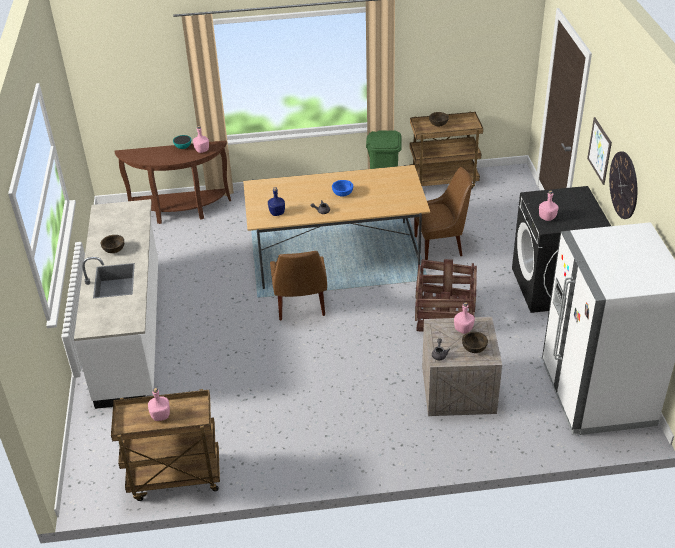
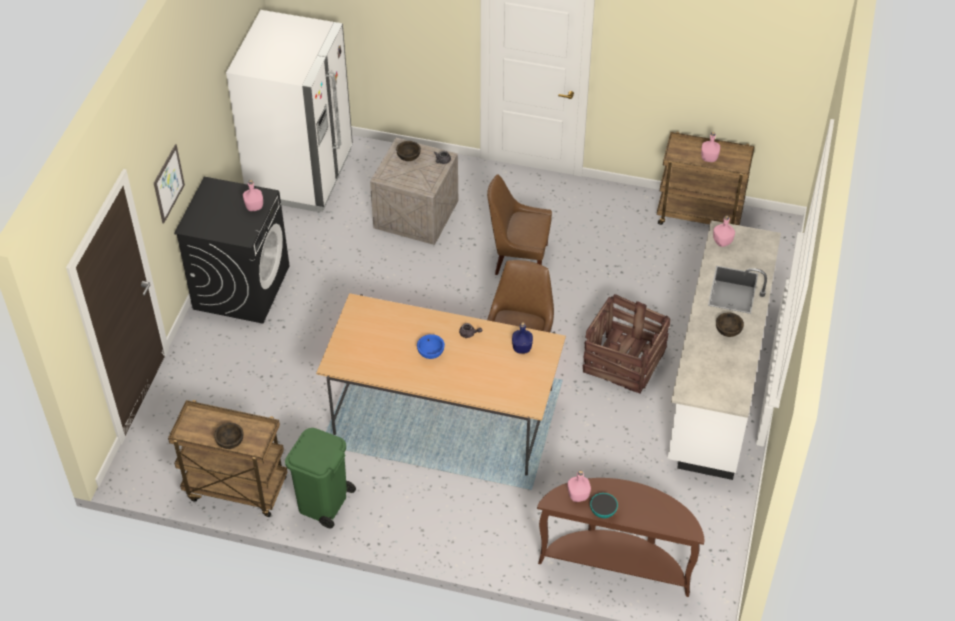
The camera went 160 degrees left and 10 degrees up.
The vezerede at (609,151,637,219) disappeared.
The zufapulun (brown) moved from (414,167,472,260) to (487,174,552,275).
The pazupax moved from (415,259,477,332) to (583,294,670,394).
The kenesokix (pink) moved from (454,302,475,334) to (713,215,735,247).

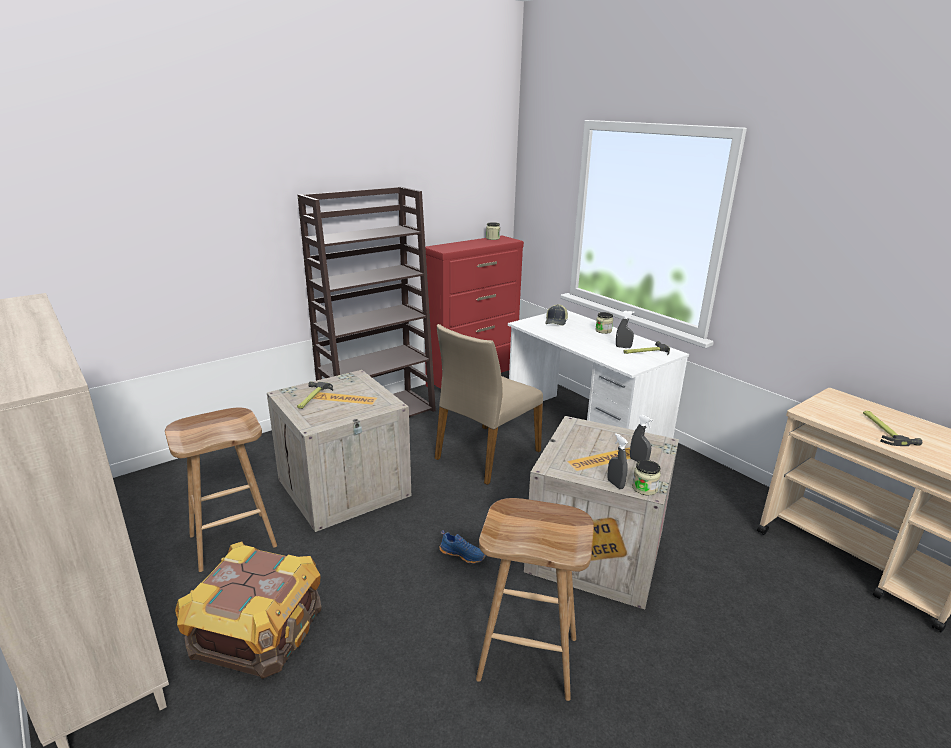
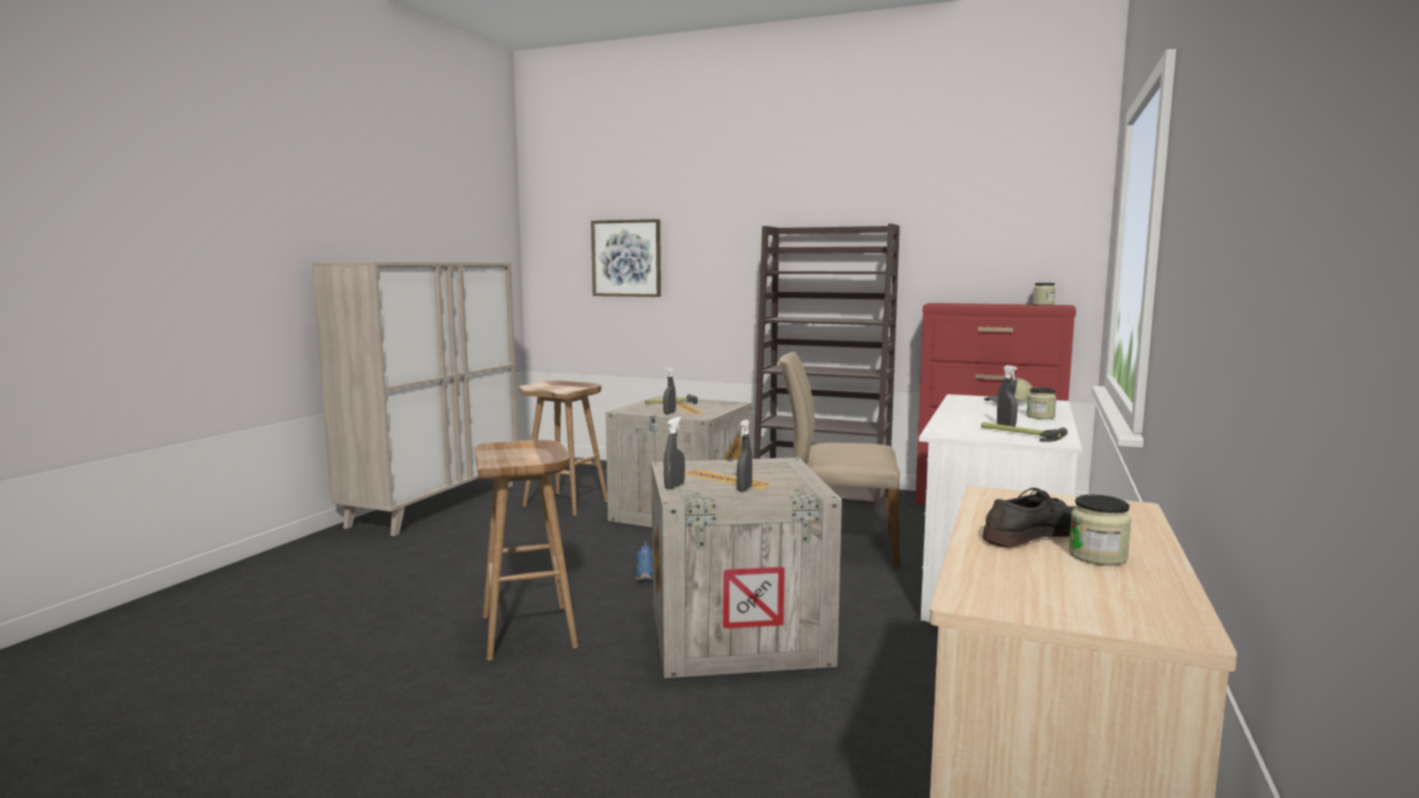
The camera went 60 degrees right and 15 degrees down.
The pazupax at (175,541,321,679) disappeared.
The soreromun at (591,219,661,297) appeared.
The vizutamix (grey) at (663,367,676,414) appeared.
The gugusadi moved from (632,460,661,495) to (1068,494,1132,565).
The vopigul at (863,411,922,446) was replaced by the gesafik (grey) at (982,488,1077,548).

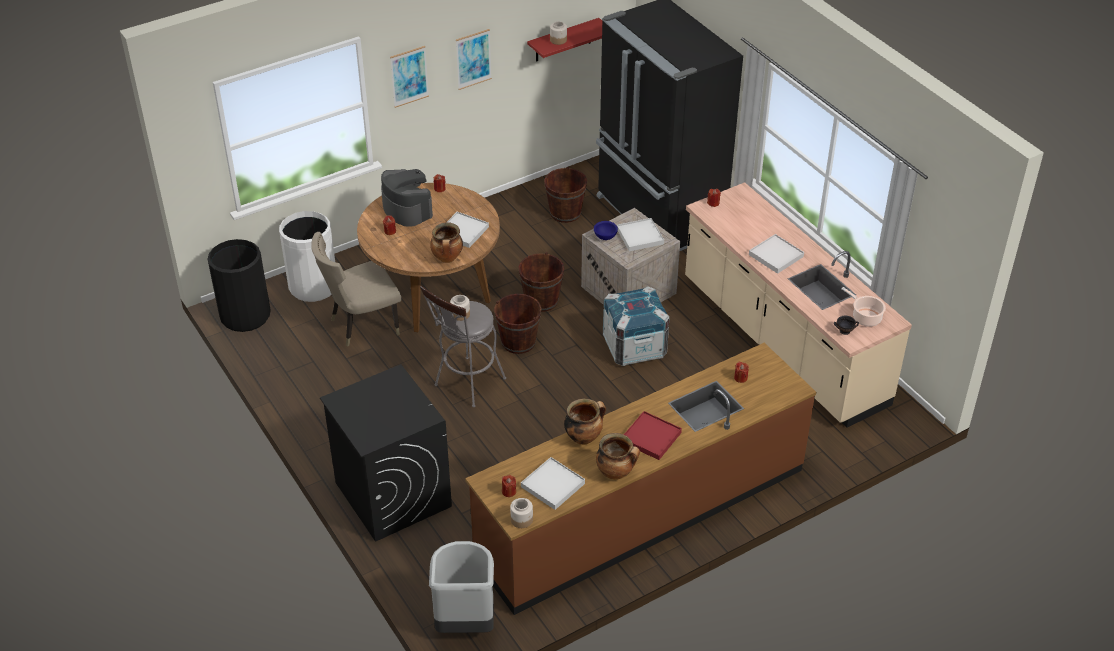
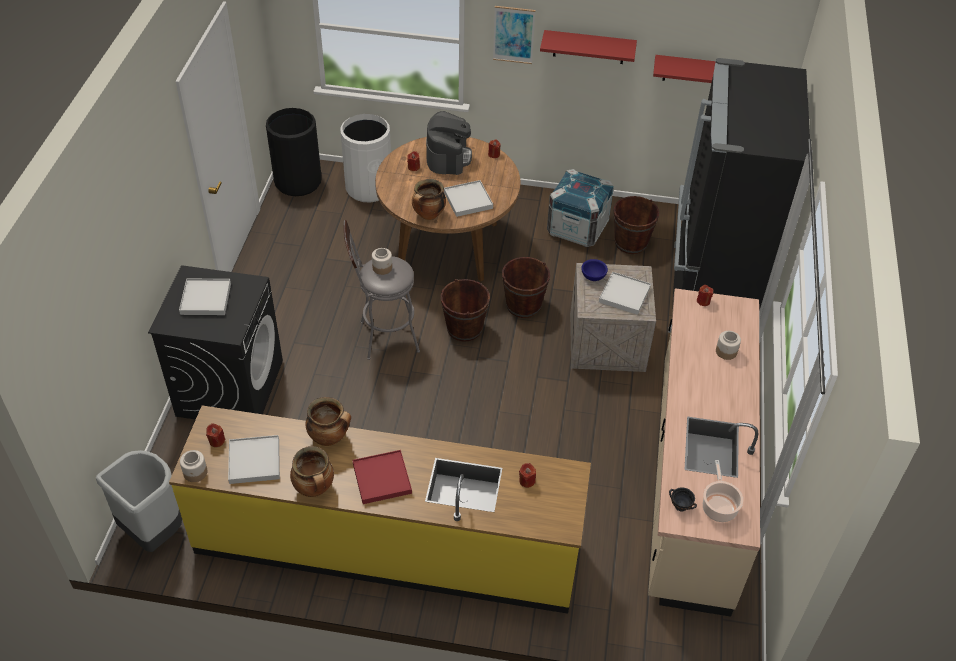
The camera went 40 degrees right and 5 degrees up.
The zufapulun (beige) at (311,232,401,347) disappeared.
The gugusadi moved from (550,21,567,45) to (716,331,741,360).
The pazupax moved from (603,286,669,366) to (547,169,614,247).
The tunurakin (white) moved from (749,234,804,274) to (179,279,231,315).
The soreromun at (456,29,492,90) was replaced by the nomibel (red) at (540,30,637,64).
The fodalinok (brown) at (465,343,816,615) became the fodalinok (yellow) at (169,406,591,614).

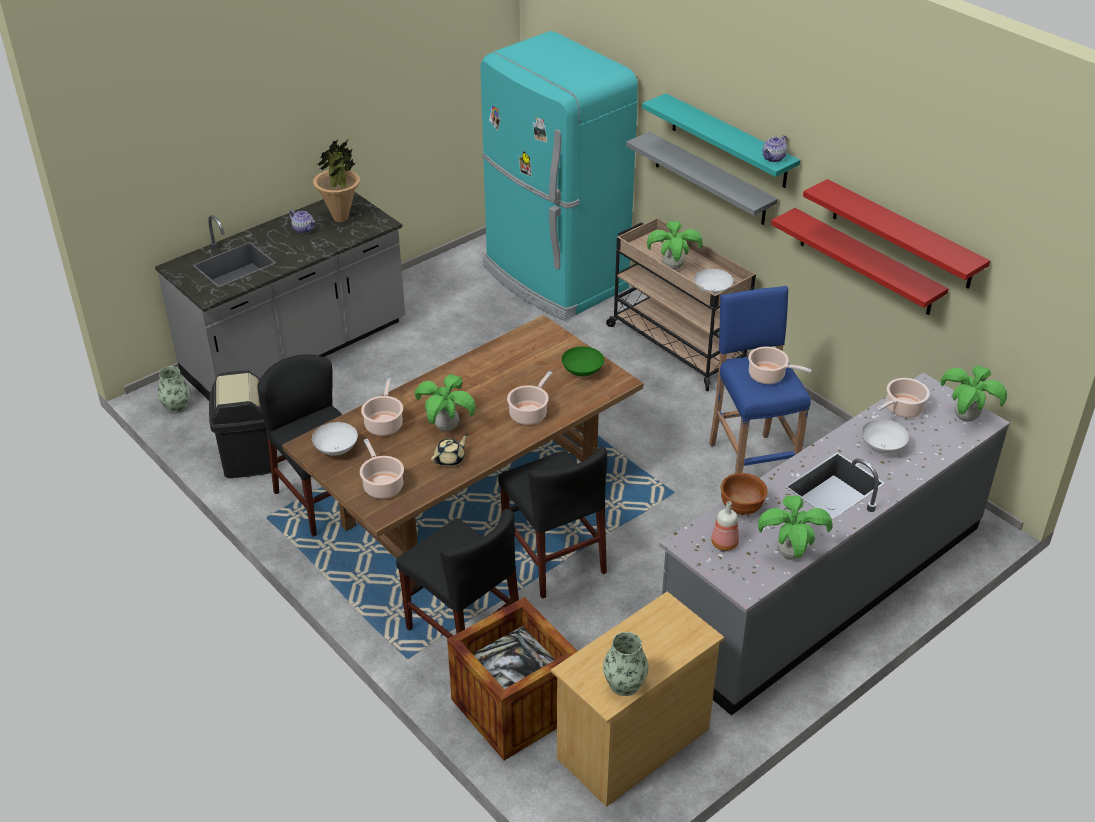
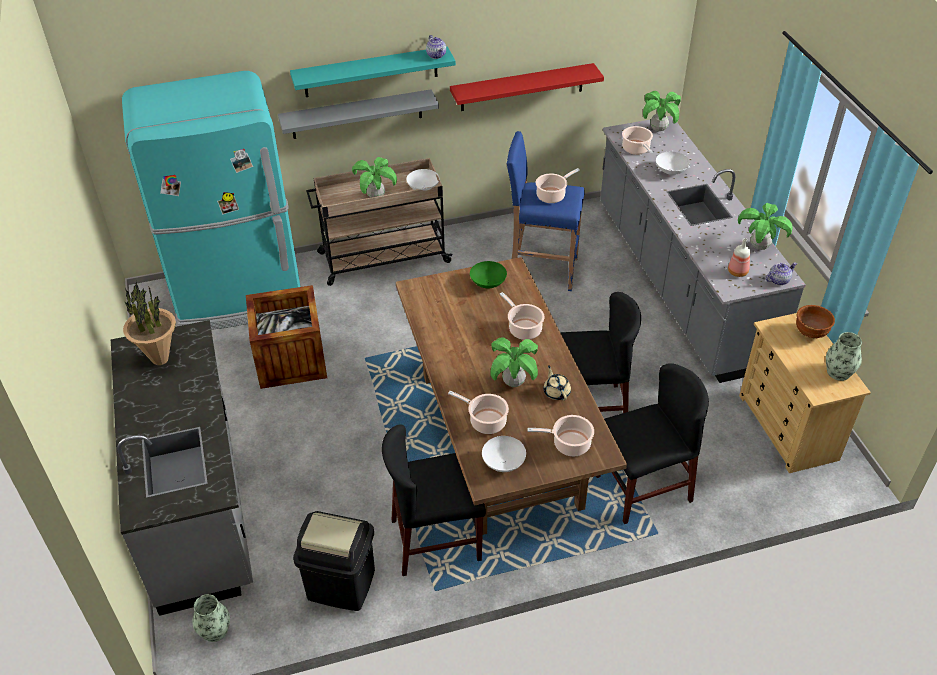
The camera went 65 degrees left and 5 degrees up.
The nomibel (red) at (803,179,990,289) disappeared.
The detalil moved from (289,210,315,234) to (766,262,797,285).
The pazupax moved from (447,597,578,761) to (246,285,327,389).
The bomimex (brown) moved from (721,473,768,515) to (796,305,835,338).

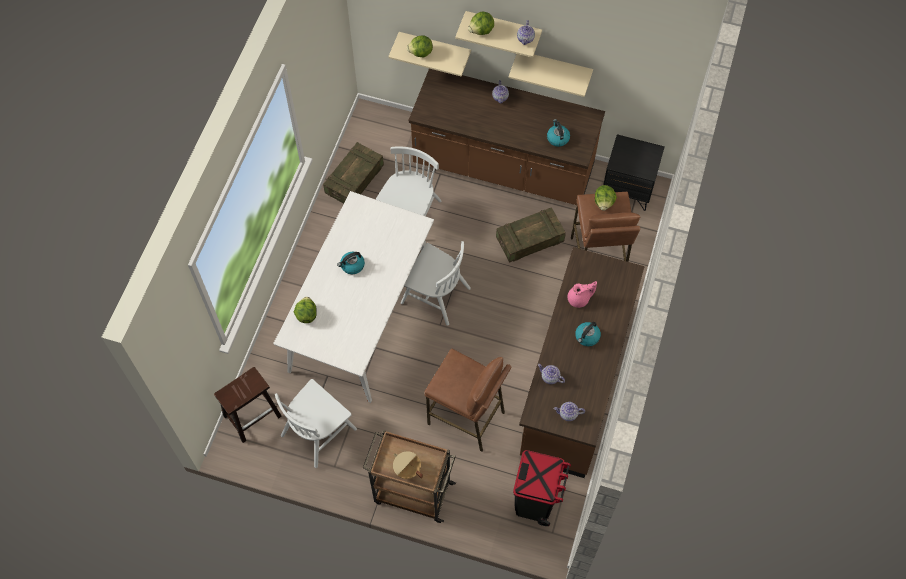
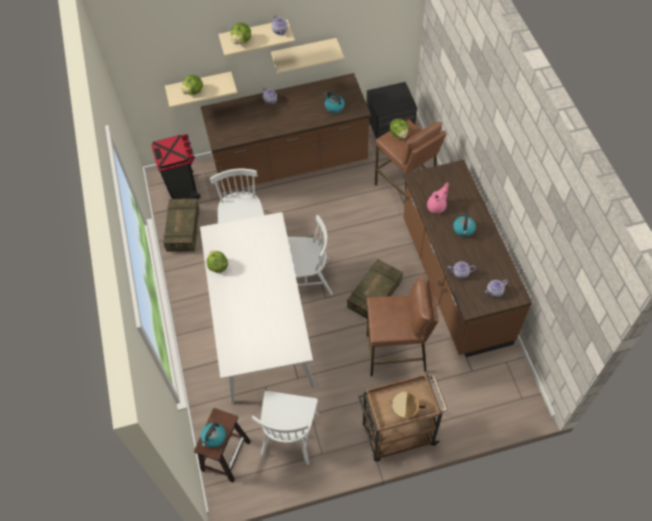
The camera went 30 degrees left and 5 degrees down.
The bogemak moved from (294,297,317,323) to (207,251,228,273).
The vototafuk moved from (337,252,365,274) to (201,423,226,448).
The pazupax moved from (496,207,566,263) to (347,259,403,319).
The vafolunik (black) moved from (513,450,571,526) to (151,134,201,200).

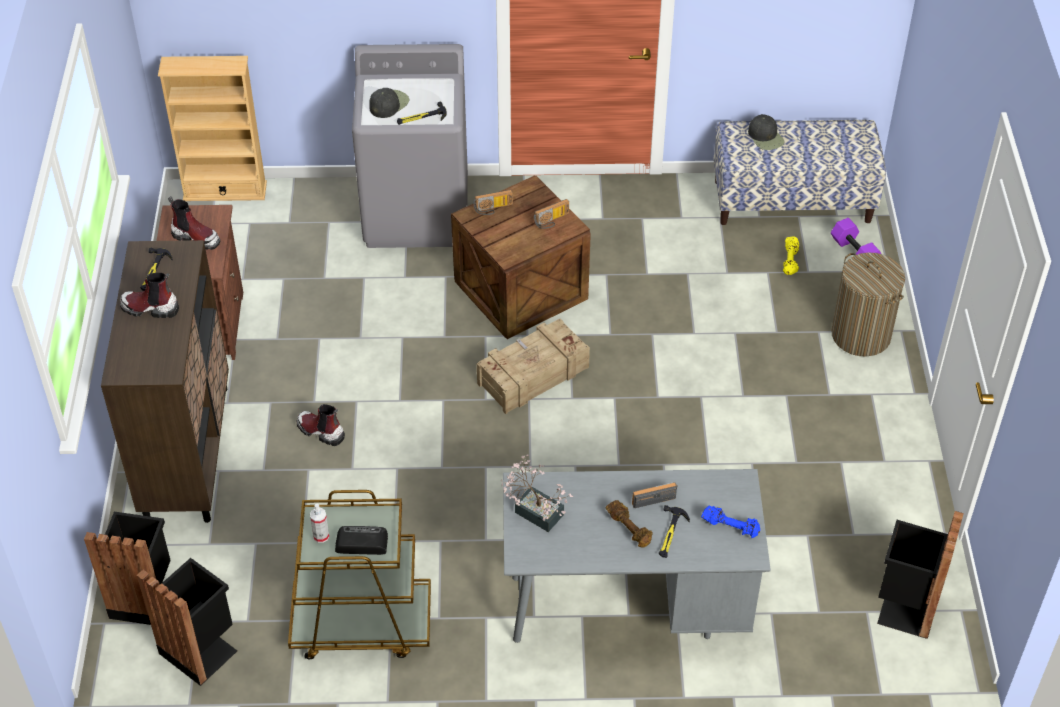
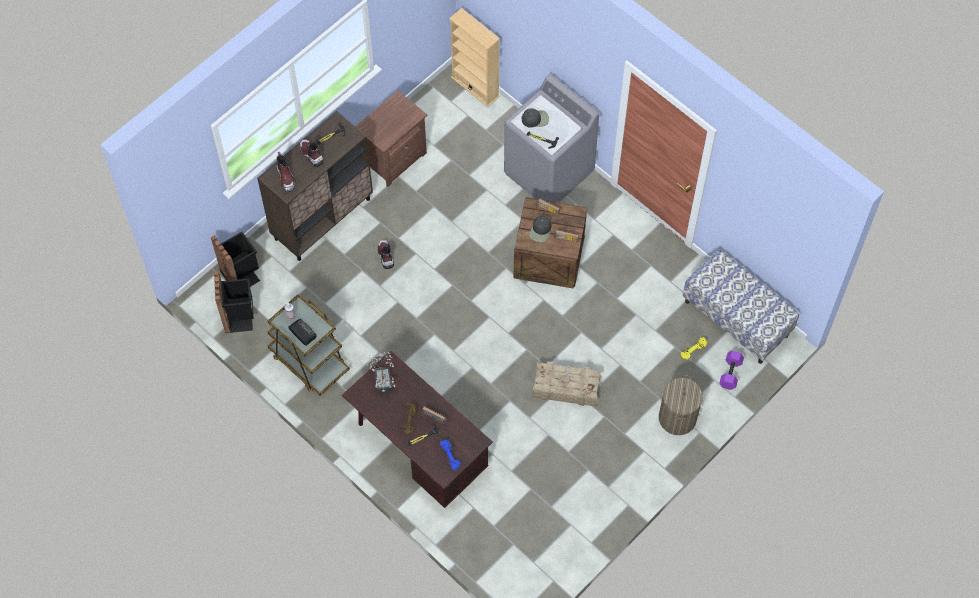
The camera went 45 degrees right and 15 degrees up.
The vafolunik (black) at (877,511,964,639) disappeared.
The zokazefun moved from (168,196,220,250) to (277,152,295,192).
The pazupax moved from (477,318,590,414) to (532,361,601,407).
The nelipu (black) moved from (748,114,784,150) to (529,216,551,242).
The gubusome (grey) at (503,469,771,643) became the gubusome (brown) at (342,350,493,508).

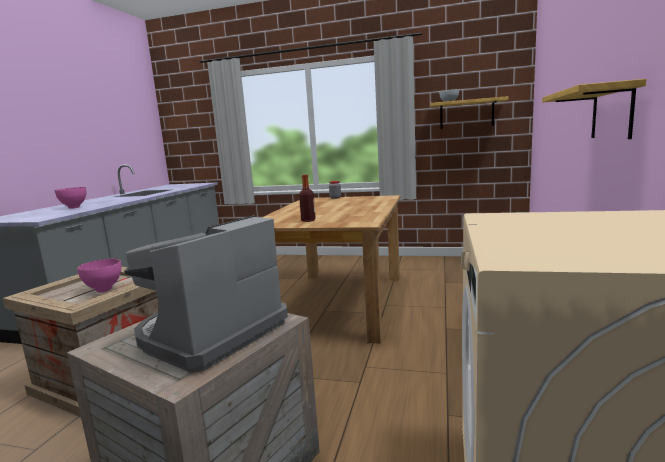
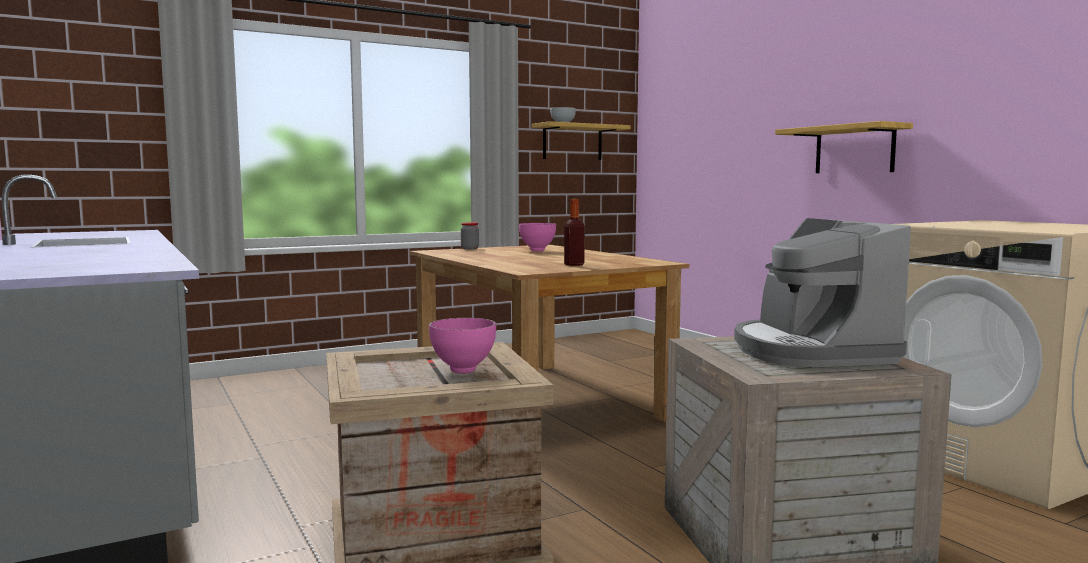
The camera went 45 degrees left and 5 degrees down.
The bomimex (pink) moved from (55,187,86,209) to (519,223,556,251).

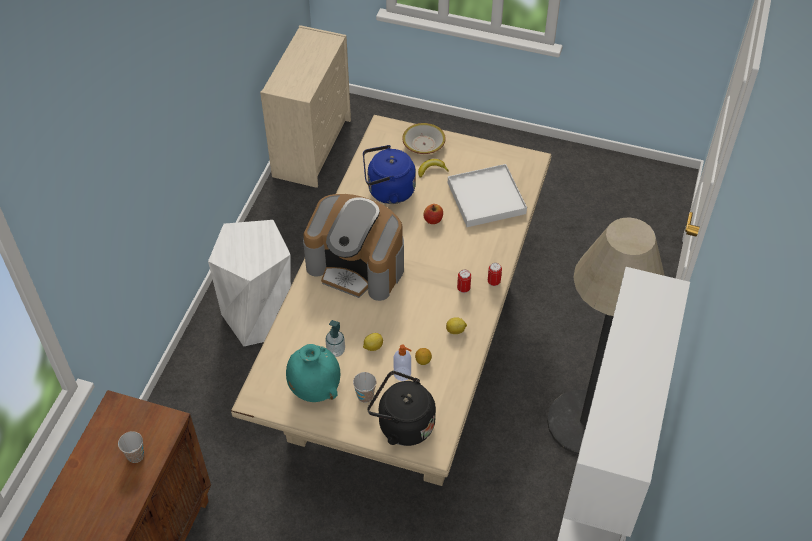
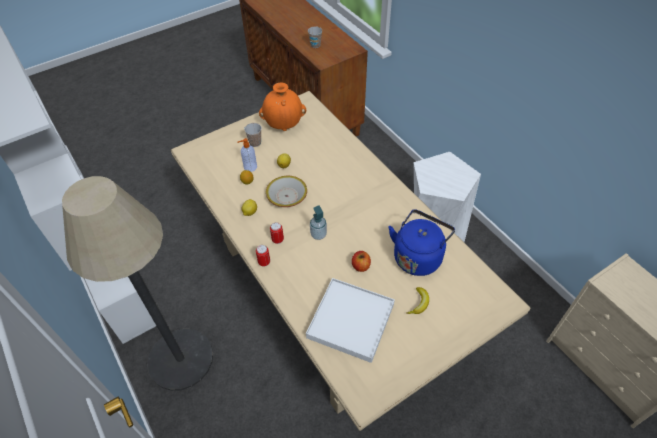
The camera went 130 degrees right and 0 degrees up.
The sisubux at (303,194,404,301) disappeared.
The vototafuk (black) at (368,371,436,446) disappeared.
The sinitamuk moved from (325,320,345,357) to (310,206,327,240).
The bomimex moved from (402,123,446,154) to (266,176,307,207).
The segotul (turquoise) at (286,344,340,402) became the segotul (orange) at (259,82,306,131).

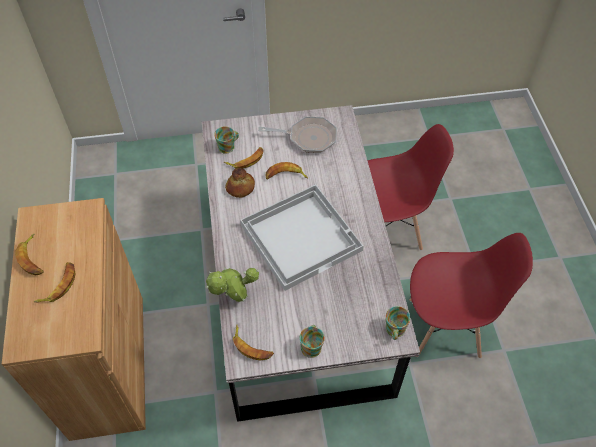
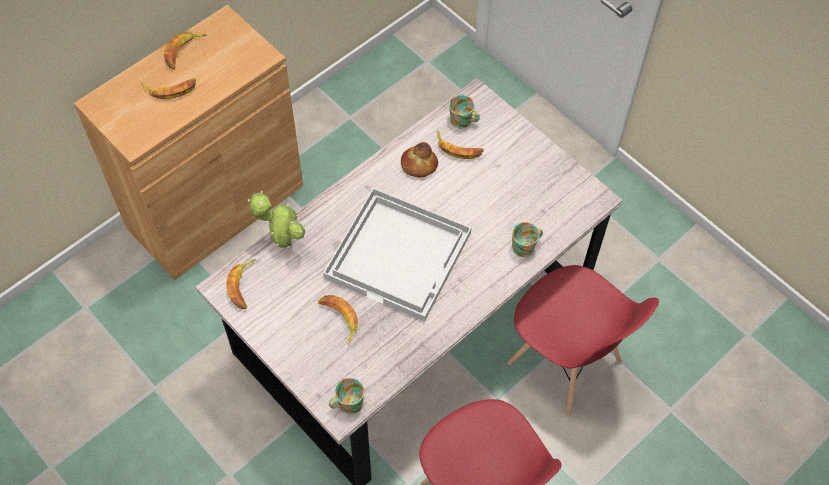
The camera went 55 degrees right and 5 degrees up.
The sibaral at (258,117,337,153) disappeared.
The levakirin moved from (266,162,308,180) to (318,295,358,345).
The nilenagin moved from (300,325,325,358) to (512,222,543,257).

